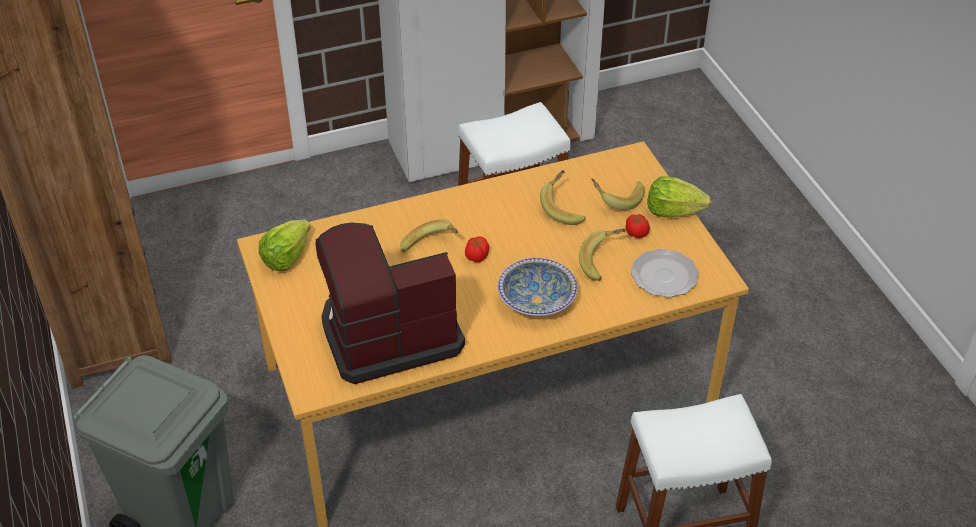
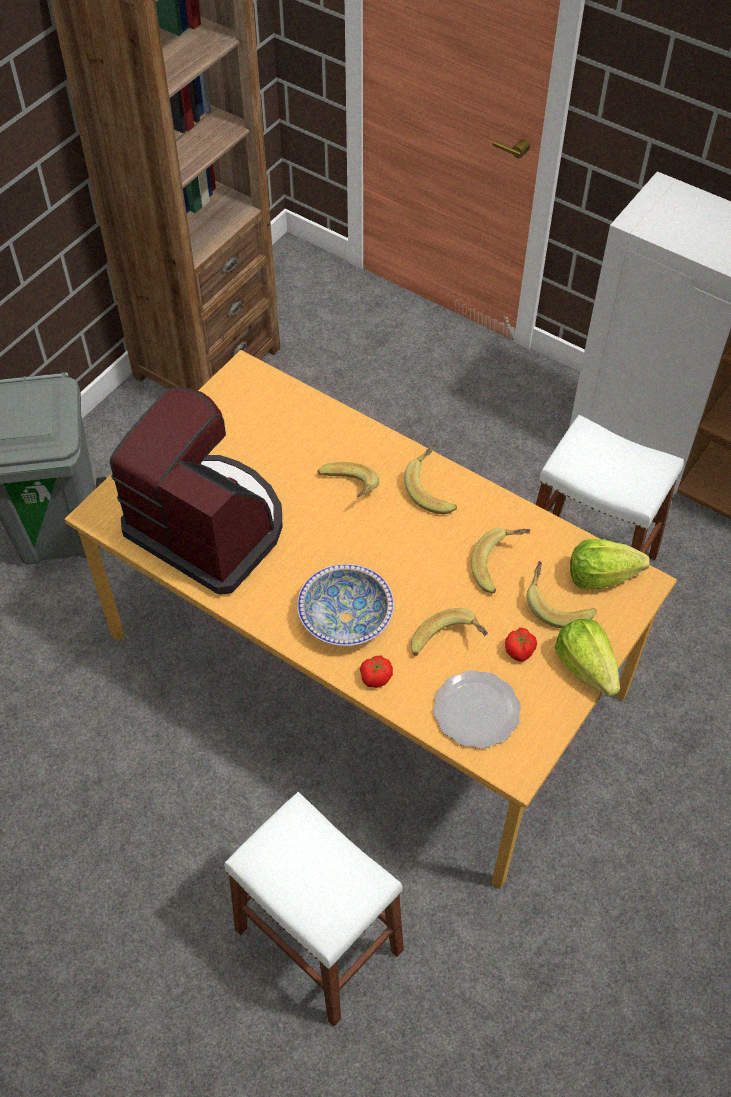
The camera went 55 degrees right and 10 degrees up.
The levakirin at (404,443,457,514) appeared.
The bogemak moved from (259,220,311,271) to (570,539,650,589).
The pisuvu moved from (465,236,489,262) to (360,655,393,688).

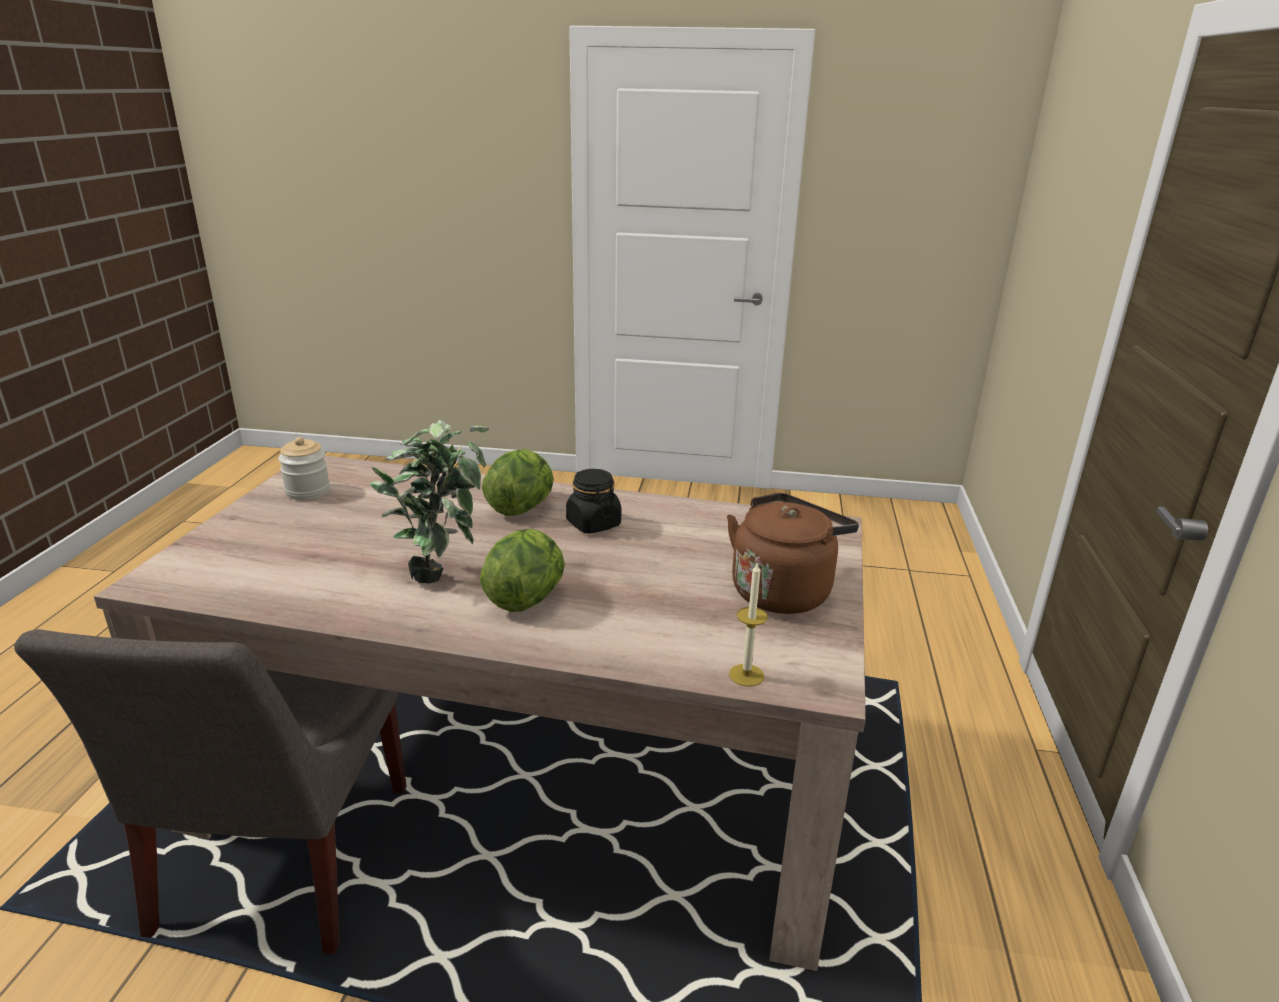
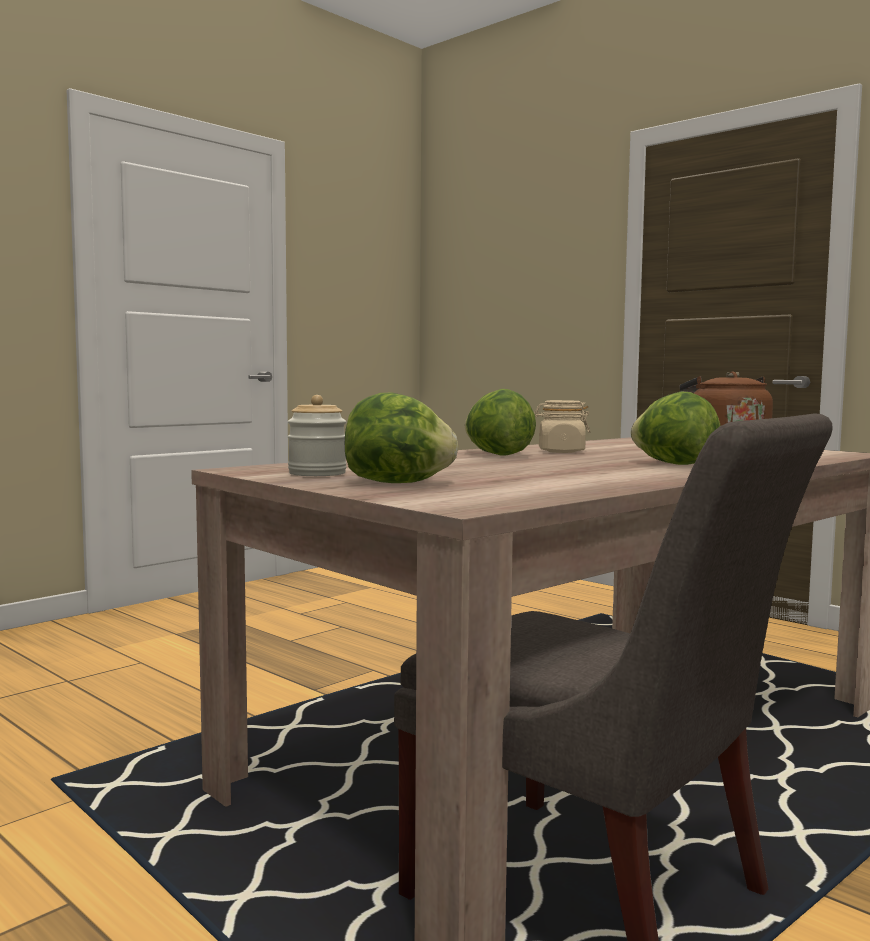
The camera went 55 degrees left and 20 degrees down.
The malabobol at (369,420,489,583) disappeared.
The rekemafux at (729,563,768,687) disappeared.
The bogemak at (345,393,458,483) appeared.
The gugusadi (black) at (566,469,621,534) became the gugusadi (beige) at (534,400,590,453).

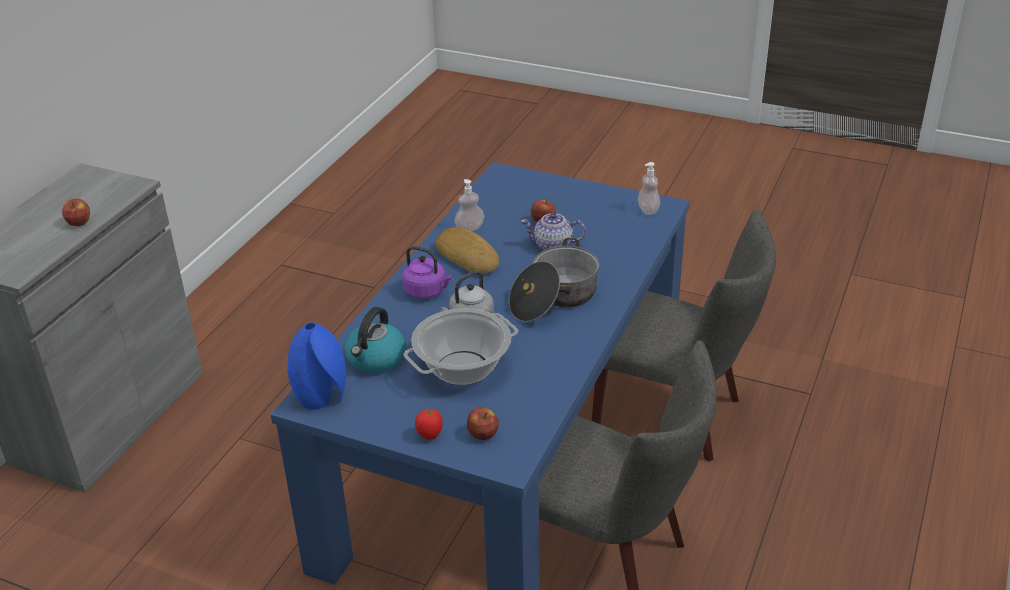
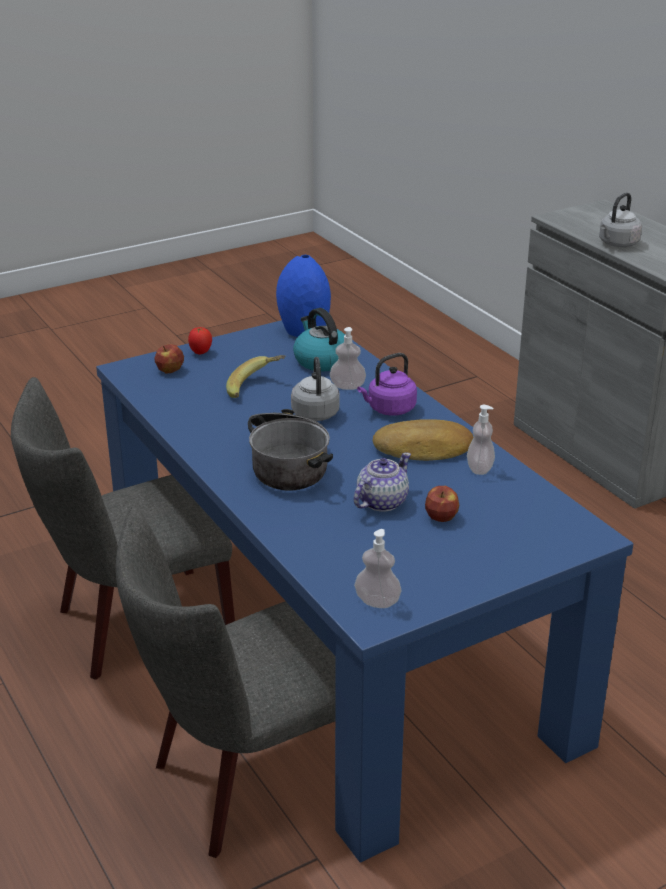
The camera went 125 degrees right and 5 degrees down.
The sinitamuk at (330,327,366,390) appeared.
The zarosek at (62,198,90,226) was replaced by the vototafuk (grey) at (599,193,642,247).
The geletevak at (404,308,518,385) was replaced by the levakirin at (226,355,285,398).

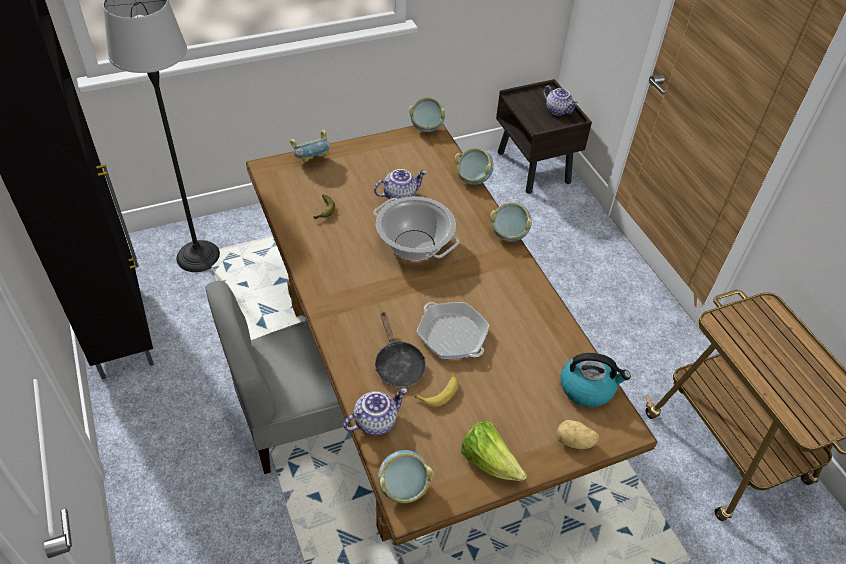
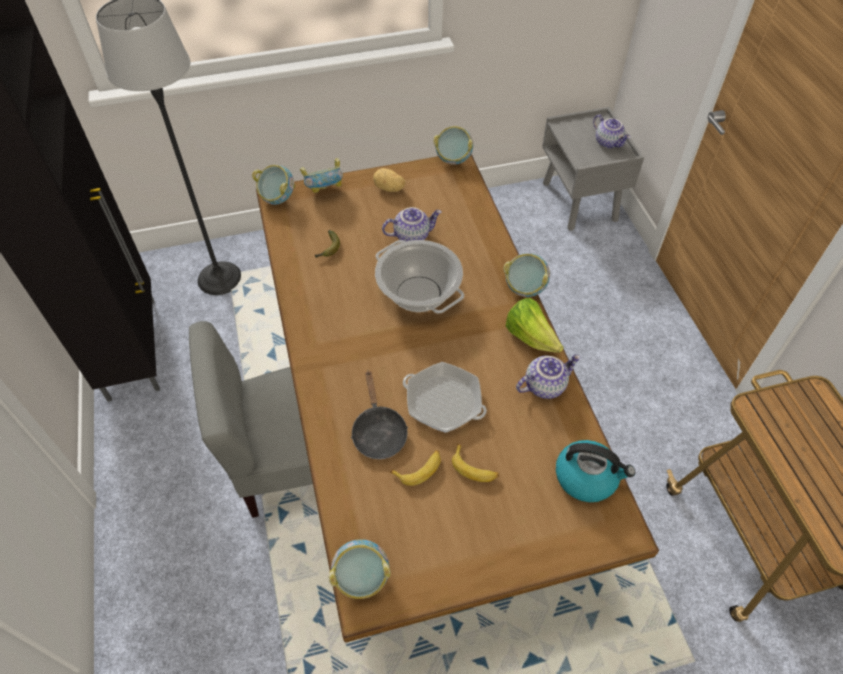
The camera went 10 degrees right and 5 degrees up.
The levakirin at (452,443,499,482) appeared.
The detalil moved from (343,388,407,435) to (516,355,581,399).
The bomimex moved from (455,148,494,185) to (252,165,295,205).
The bogemak moved from (461,420,527,481) to (506,298,564,353).
The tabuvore moved from (556,420,599,449) to (373,168,405,192).
The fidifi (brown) at (496,79,592,194) became the fidifi (grey) at (542,107,644,231).
The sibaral at (417,302,489,359) turned 150 degrees clockwise.

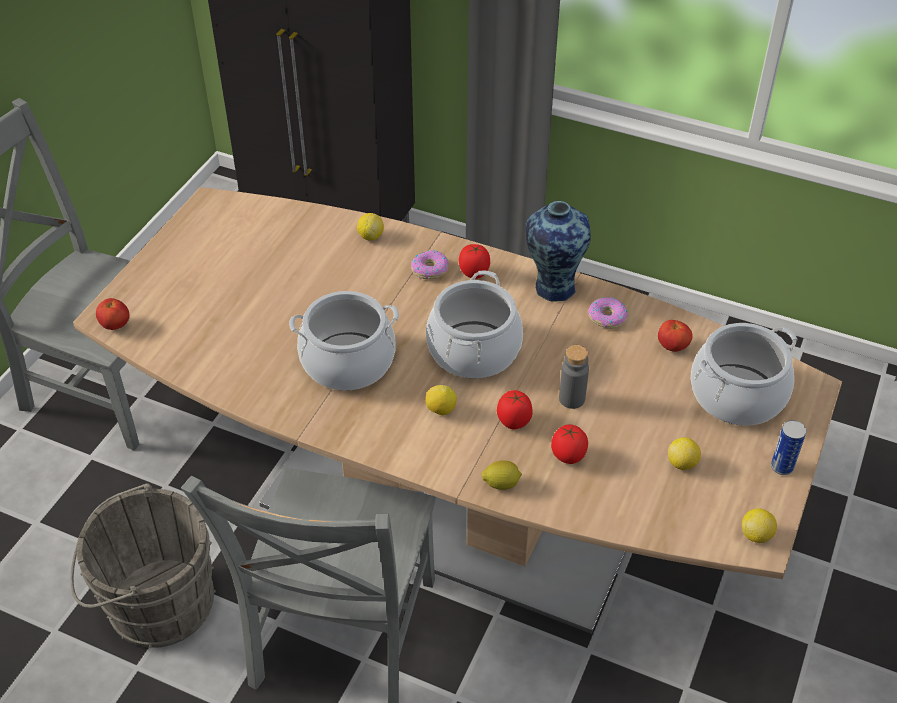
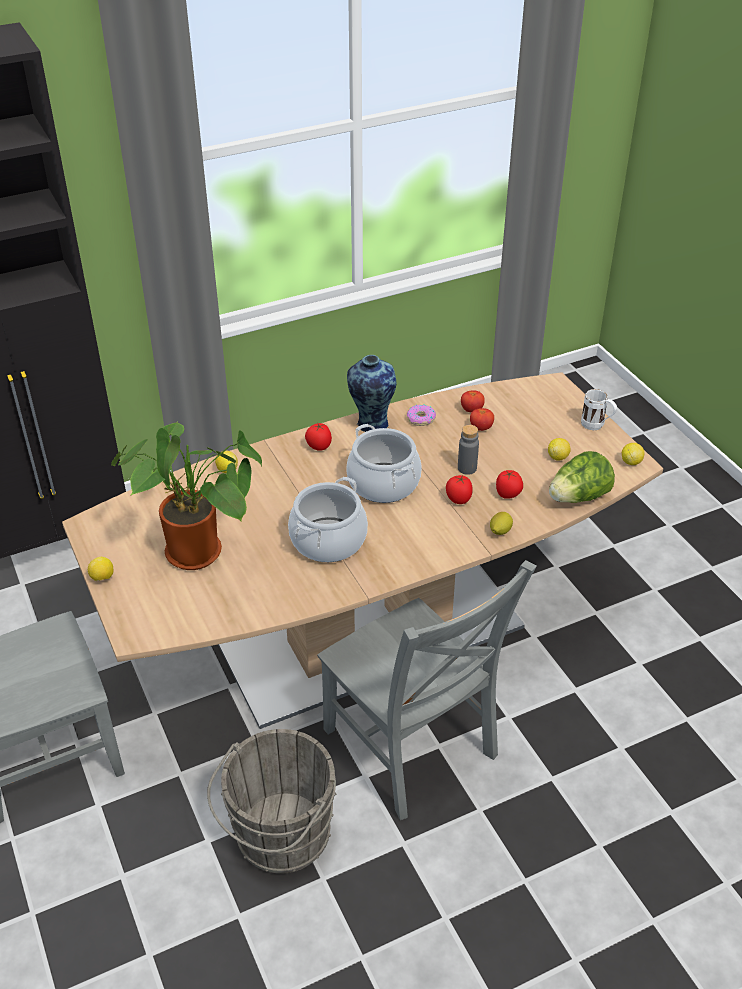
The camera went 50 degrees left and 5 degrees down.
The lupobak at (411,250,449,280) disappeared.
The geletevak at (691,323,798,425) disappeared.
The malabobol at (111,421,262,570) appeared.
The bogemak at (549,451,615,503) appeared.
The pisuvu moved from (96,298,129,330) to (470,408,494,431).
The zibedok moved from (425,385,457,415) to (88,557,114,581).
The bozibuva at (771,420,806,475) was replaced by the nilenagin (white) at (581,389,617,430).

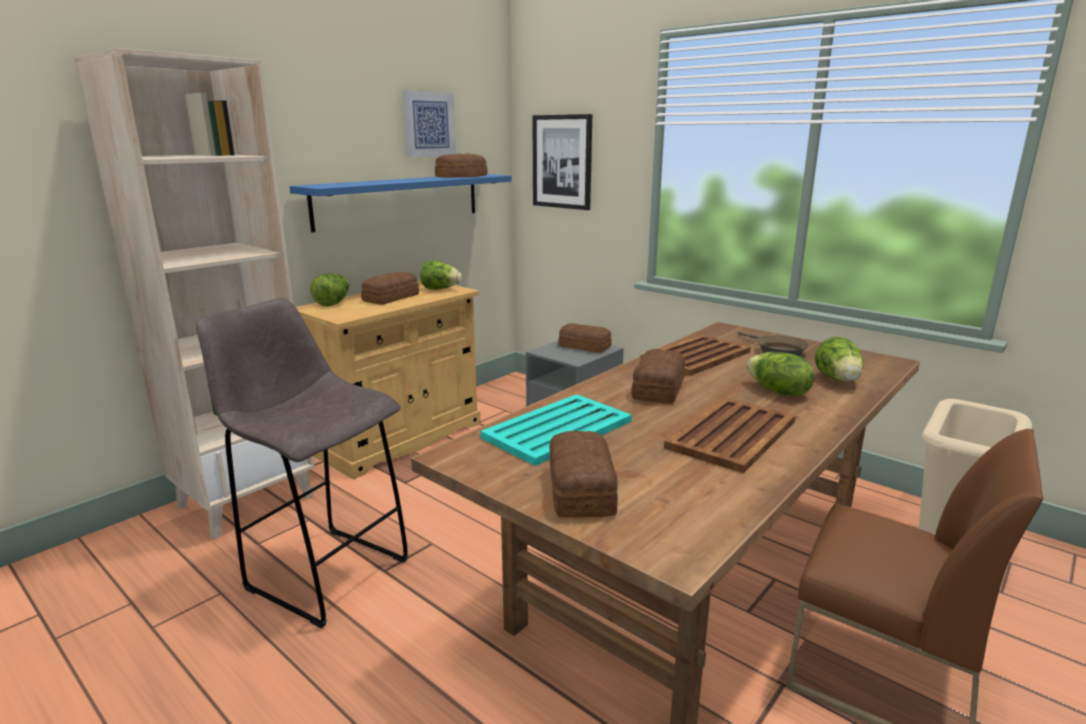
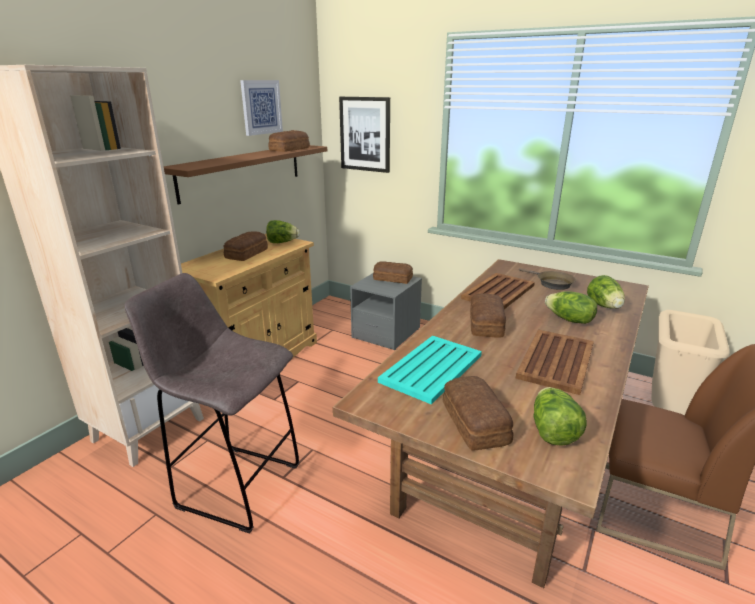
The camera went 10 degrees left and 5 degrees up.
The bogemak moved from (310,273,349,306) to (533,387,587,446).
The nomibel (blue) at (289,174,512,233) became the nomibel (brown) at (164,145,327,205).

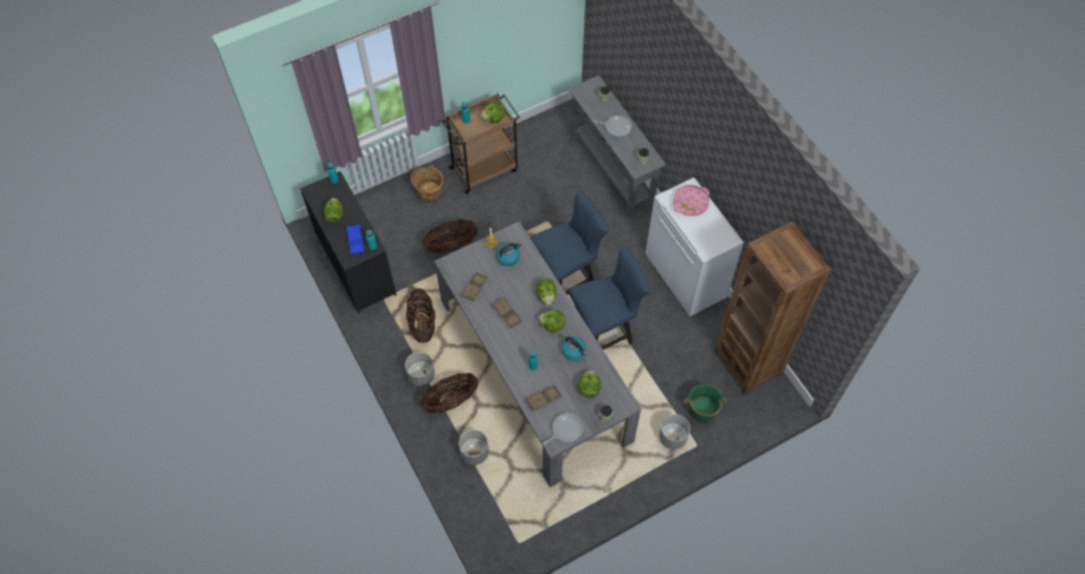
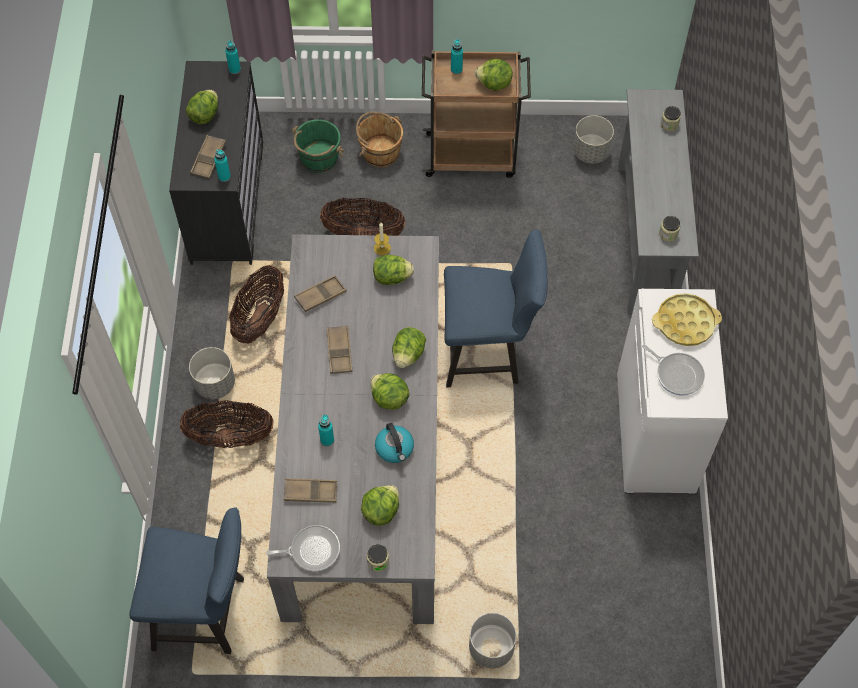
The camera went 30 degrees right and 0 degrees up.
The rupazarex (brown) at (714,221,831,395) disappeared.
The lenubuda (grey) moved from (459,430,489,465) to (573,115,614,164).
The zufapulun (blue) moved from (568,246,651,349) to (129,507,244,654).
The sibaral moved from (593,115,632,137) to (642,345,705,396).
The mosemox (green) moved from (682,384,727,422) to (292,119,344,173).
The vototafuk at (496,243,521,266) was replaced by the bogemak at (373,255,414,285).
The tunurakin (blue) at (347,224,365,255) became the tunurakin (brown) at (190,135,226,179).
The tunurakin (pink) at (673,185,710,216) became the tunurakin (yellow) at (652,293,722,346).

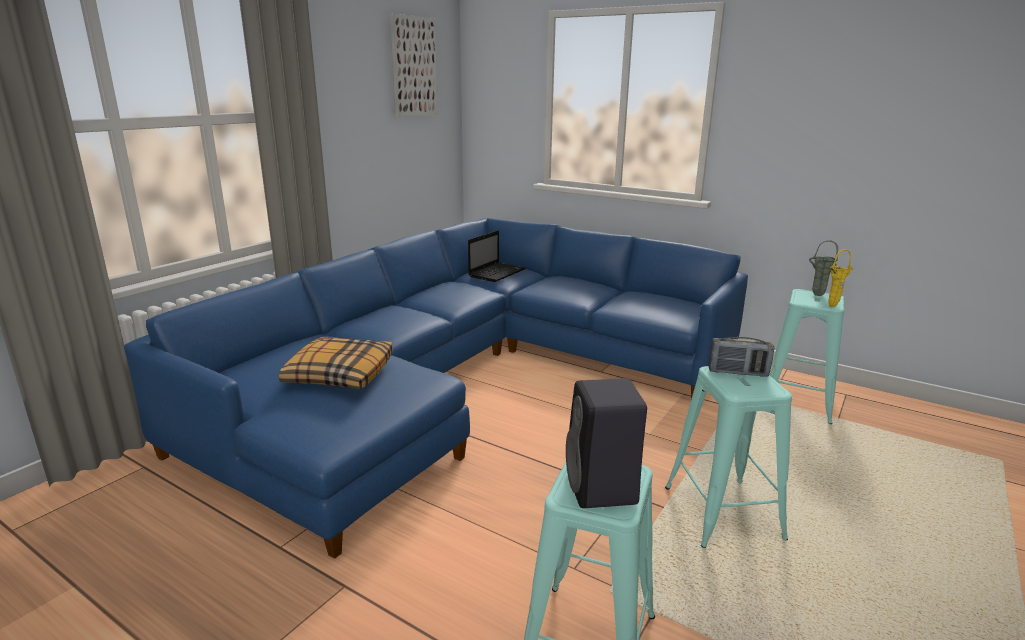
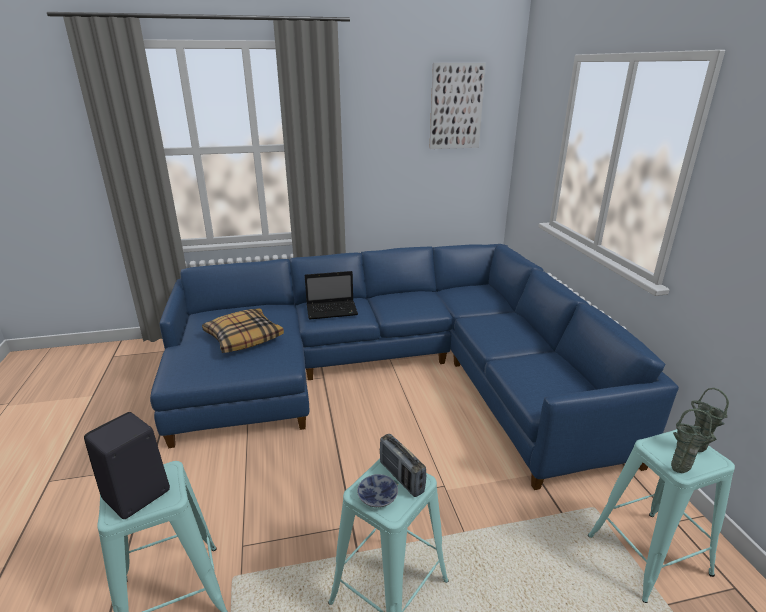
The camera went 45 degrees right and 5 degrees up.
The bomimex at (357,474,398,507) appeared.
The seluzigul moved from (468,230,525,282) to (305,271,358,320).
The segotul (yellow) at (829,249,853,307) became the segotul (green) at (671,409,717,473).

